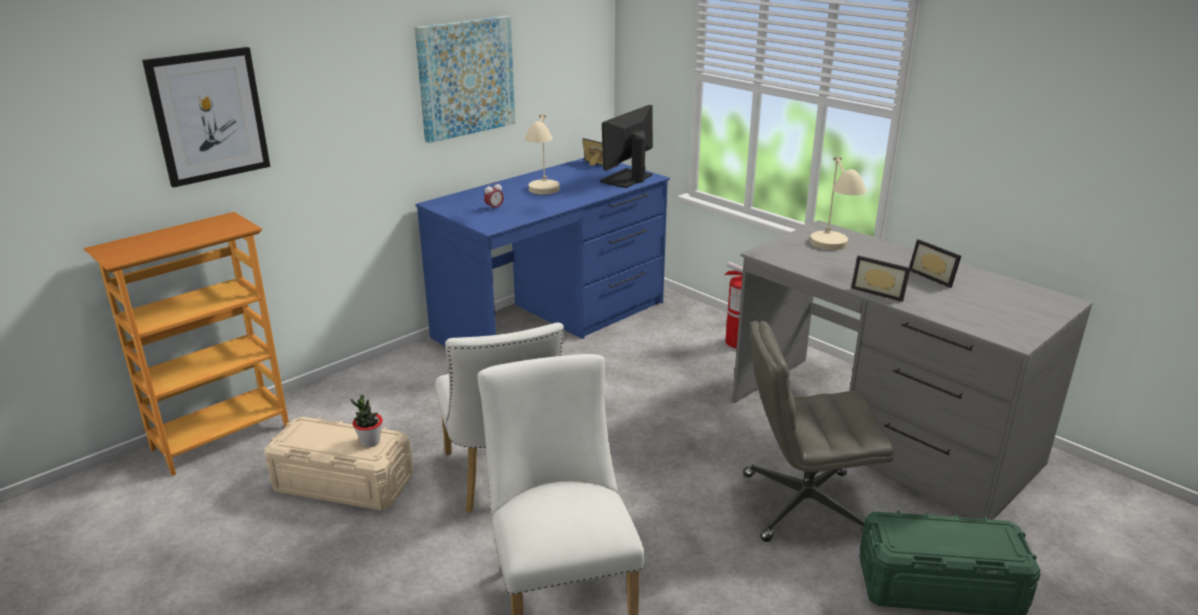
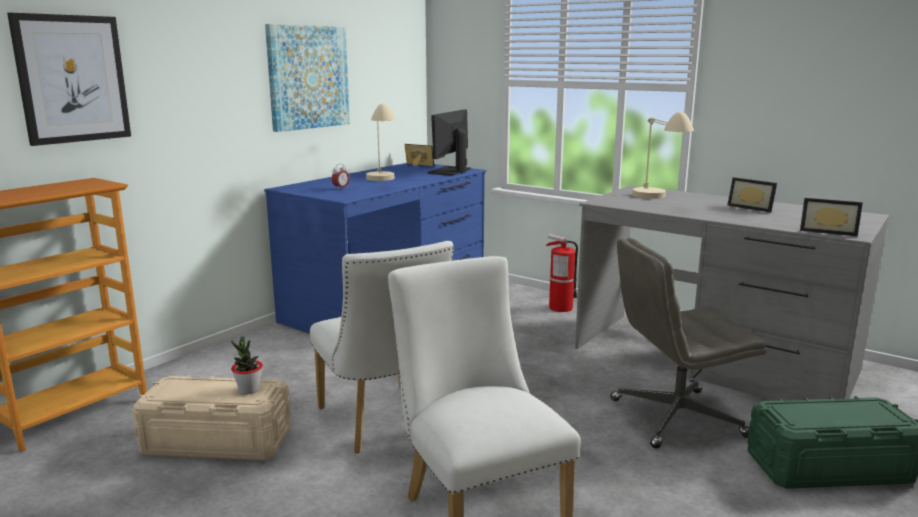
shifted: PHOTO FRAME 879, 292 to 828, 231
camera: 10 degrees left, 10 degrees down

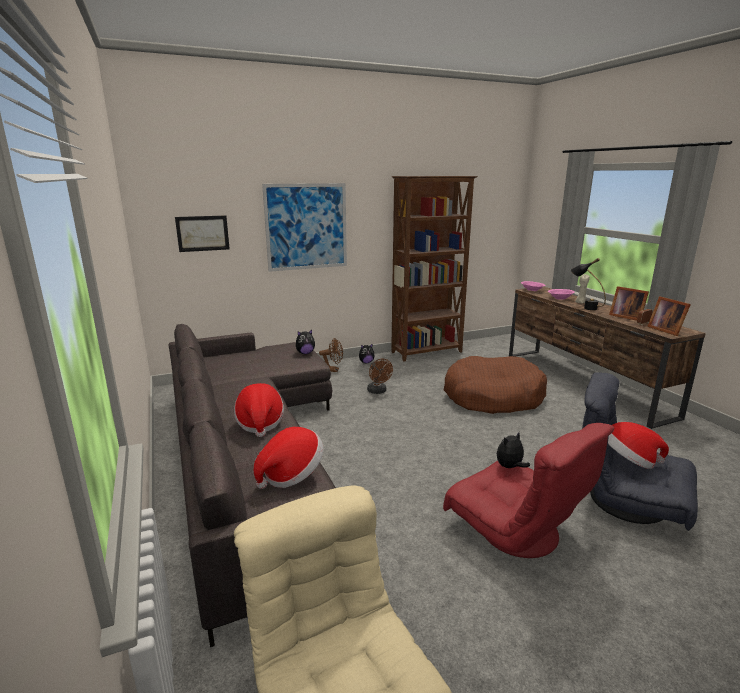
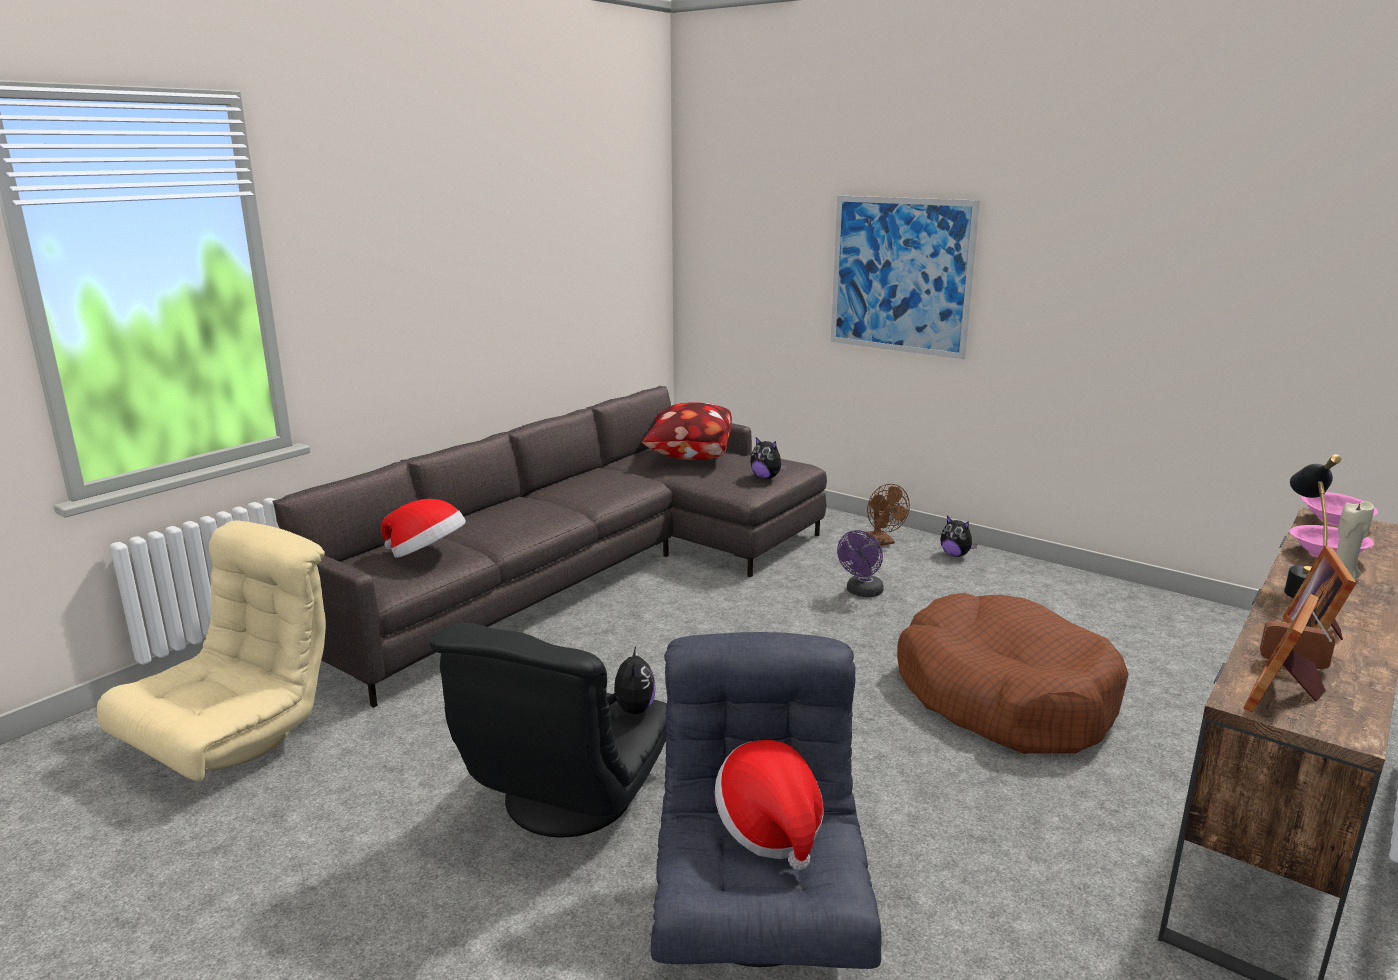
gone: WALL ART 202, 233; WEARABLE HAT 260, 423; BROWNISH SHELVING UNIT 427, 352
new: THROW PILLOW 688, 456
repainted: REDDISH LOUNGE CHAIR 516, 533 to BLACKISH LOUNGE CHAIR 566, 797; BROWNISH ELECTRIC FAN 378, 391 to PURPLE ELECTRIC FAN 862, 593
rotated: SOFT TOY 510, 467 = 632, 710 60 degrees clockwise
camera: 60 degrees right, 0 degrees up

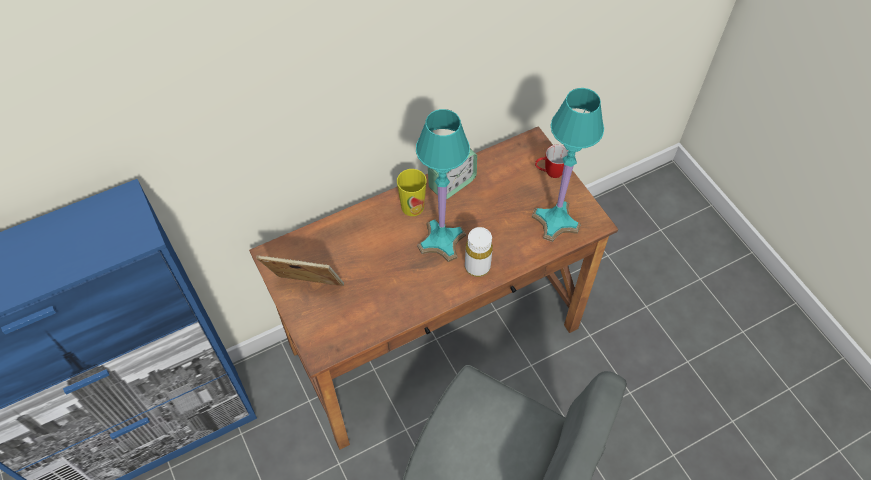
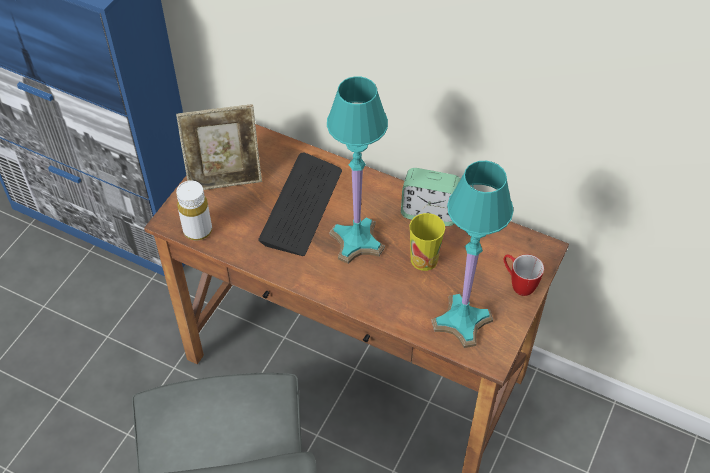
new: PC KEYBOARD 301, 206
shifted: WHITE BOTTLE 477, 266 to 197, 230; SMALL CUP 412, 206 to 424, 259
rotated: PHOTO FRAME 307, 290 = 224, 176 105 degrees clockwise
camera: 55 degrees right, 5 degrees down

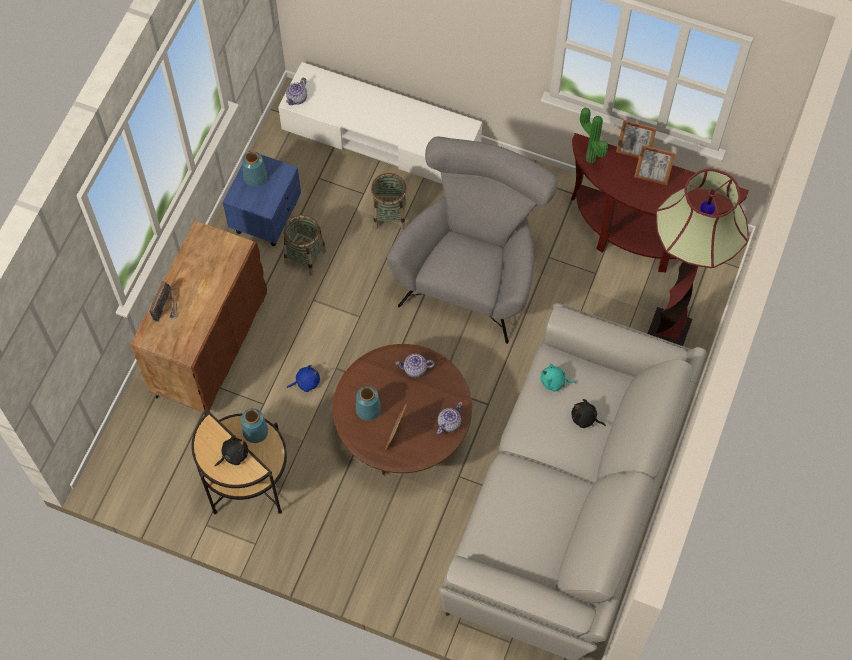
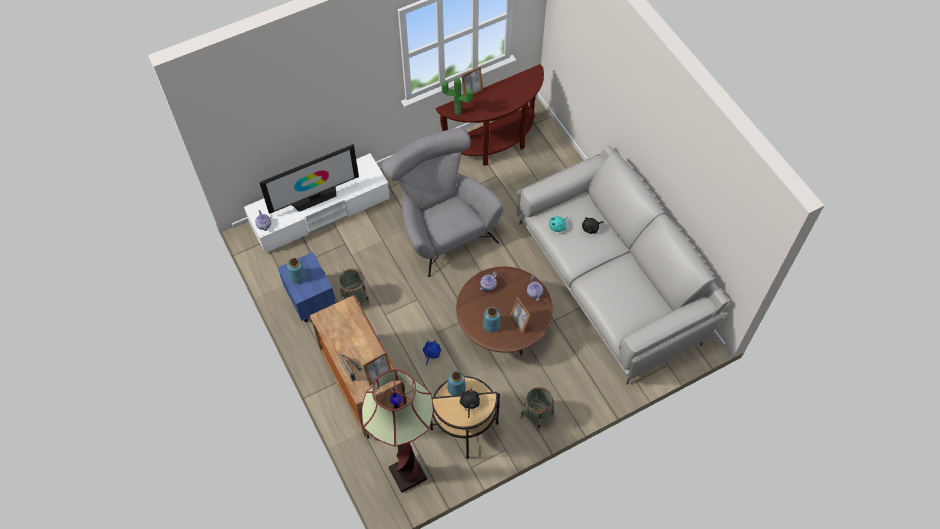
new: TV 314, 197
shifted: STANDARD LAMP 668, 331 to 407, 474; PHOTO FRAME 651, 177 to 379, 376; STORAGE BASKET 389, 216 to 536, 416
camera: 50 degrees left, 5 degrees down

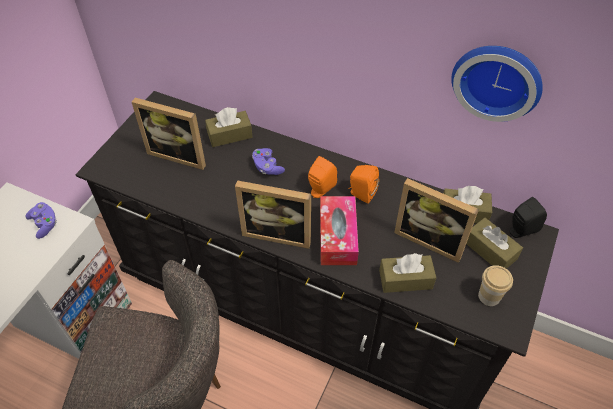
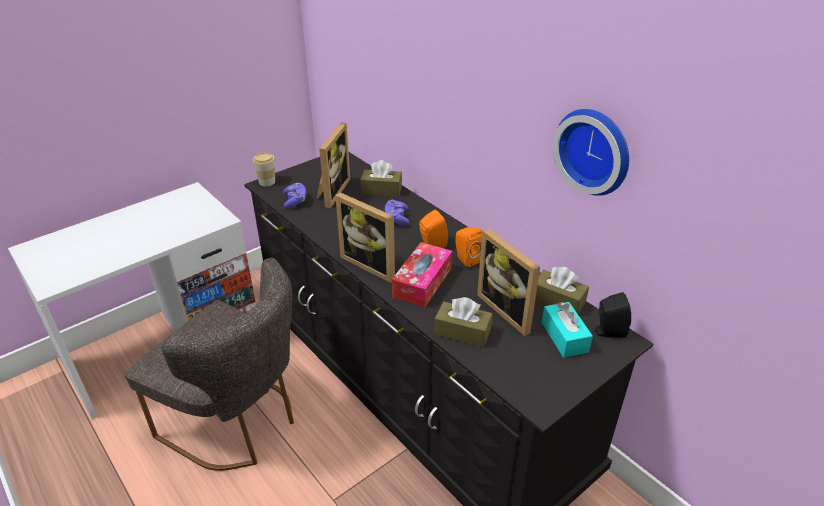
shifted: SMALL CUP 489, 296 to 267, 182; PURPLE GAMEPAD 44, 224 to 295, 201
repainted: BROWNISH BOX OF TISSUES 490, 250 to TURQUOISE BOX OF TISSUES 564, 337
rotated: PHOTO FRAME 179, 154 = 331, 192 120 degrees counterclockwise
camera: 25 degrees right, 15 degrees down

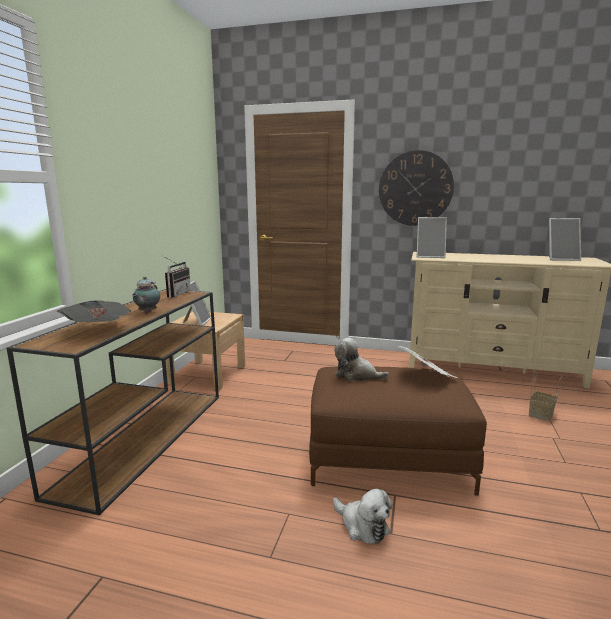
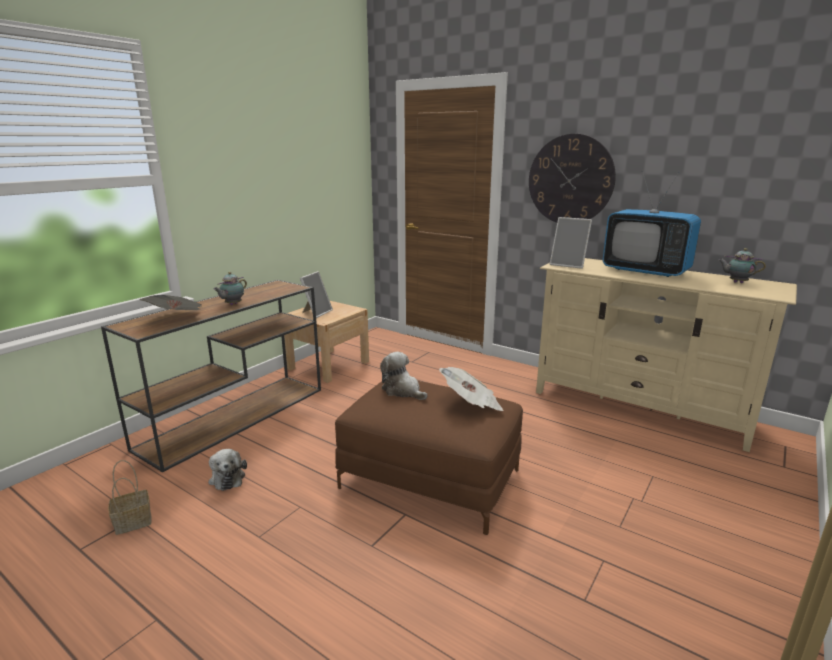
gone: RADIO RECEIVER 175, 294
new: TV 645, 271
shifted: STORAGE BASKET 541, 414 to 132, 523; SOFT TOY 362, 525 to 227, 477
swapped: PHOTO FRAME 561, 259 to POT FOR TEA 736, 282
camera: 20 degrees right, 5 degrees up

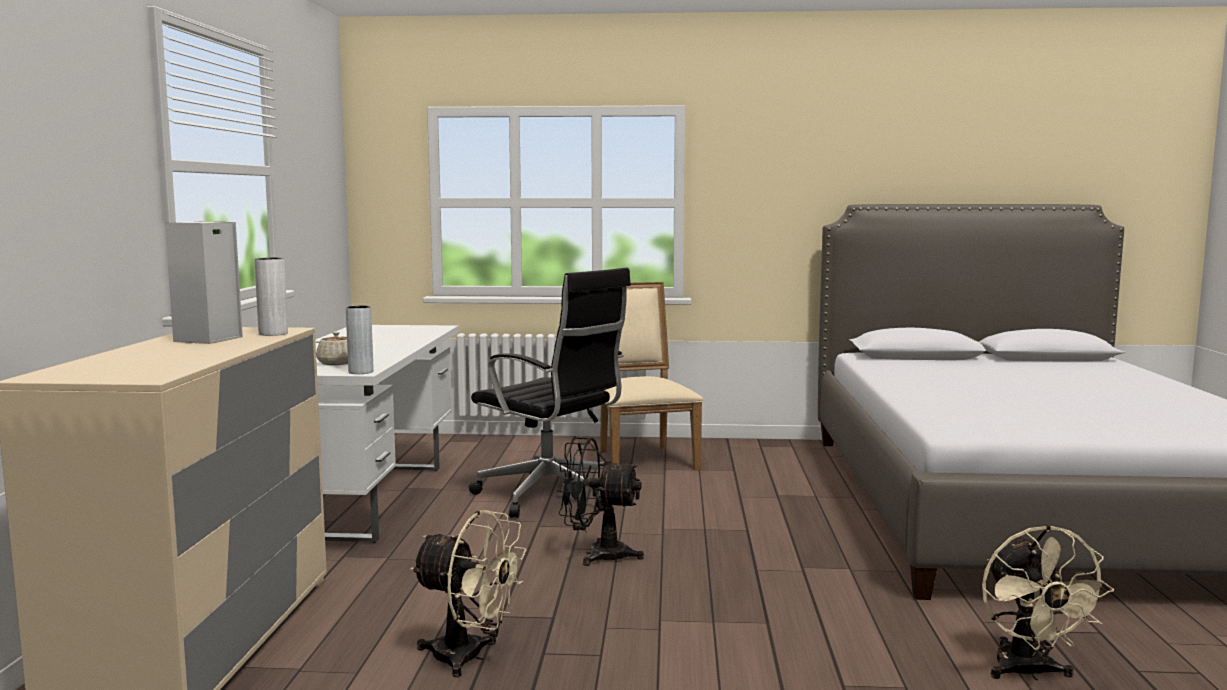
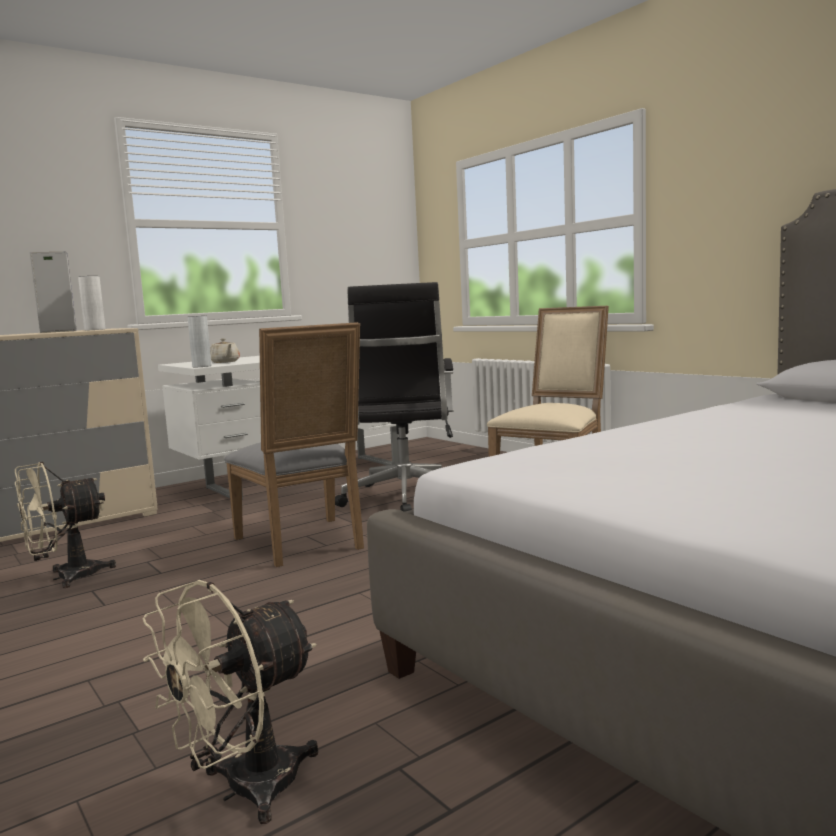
swapped: BLACKISH ELECTRIC FAN 597, 554 to GRAY CHAIR 304, 544
rotated: BEIGE-COLOURED ELECTRIC FAN 470, 657 = 66, 577 75 degrees clockwise
camera: 50 degrees right, 0 degrees up

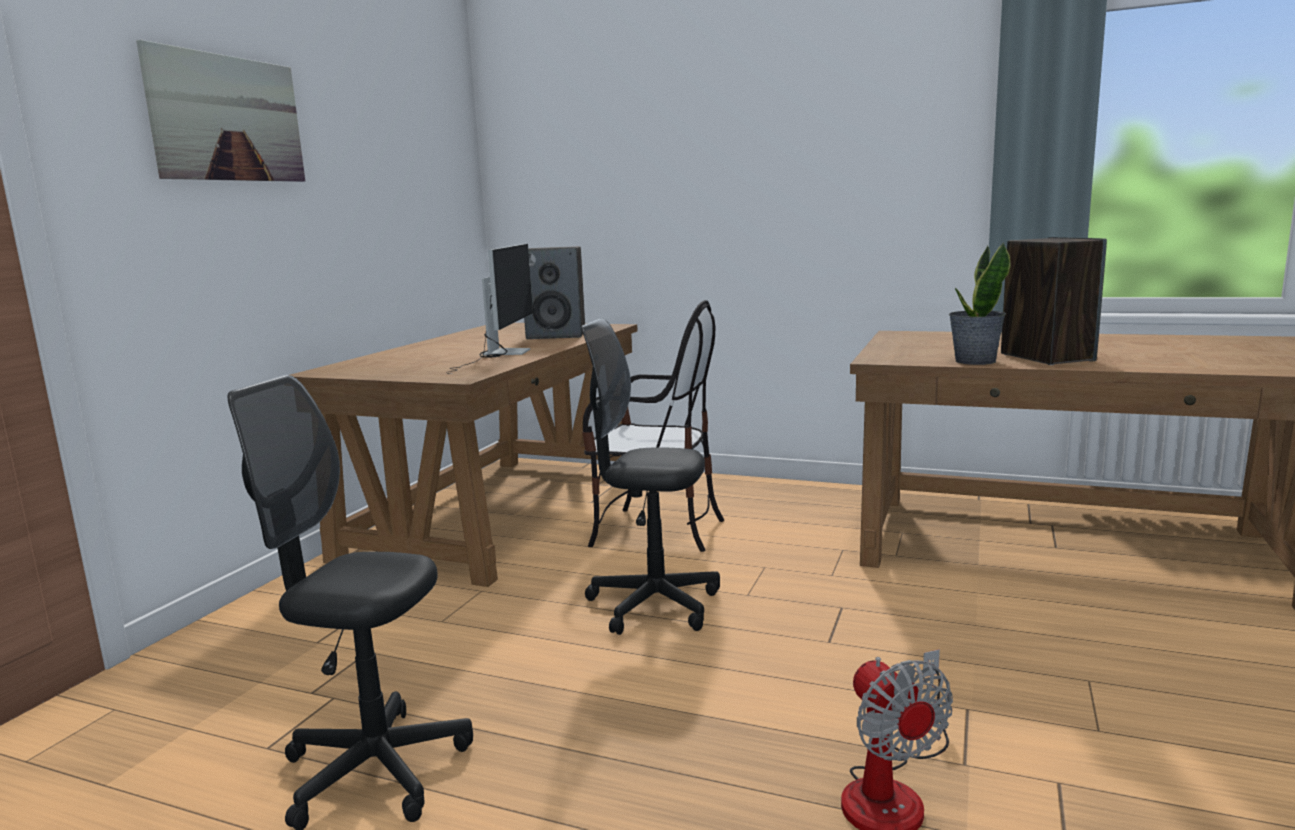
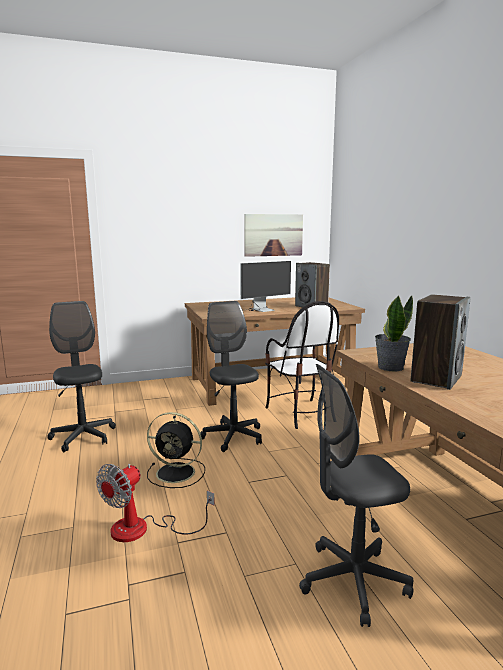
new: BLACKISH ELECTRIC FAN 177, 473; GRAY DESK CHAIR 353, 581
shifted: WALL ART 227, 118 to 273, 235
camera: 50 degrees right, 0 degrees up

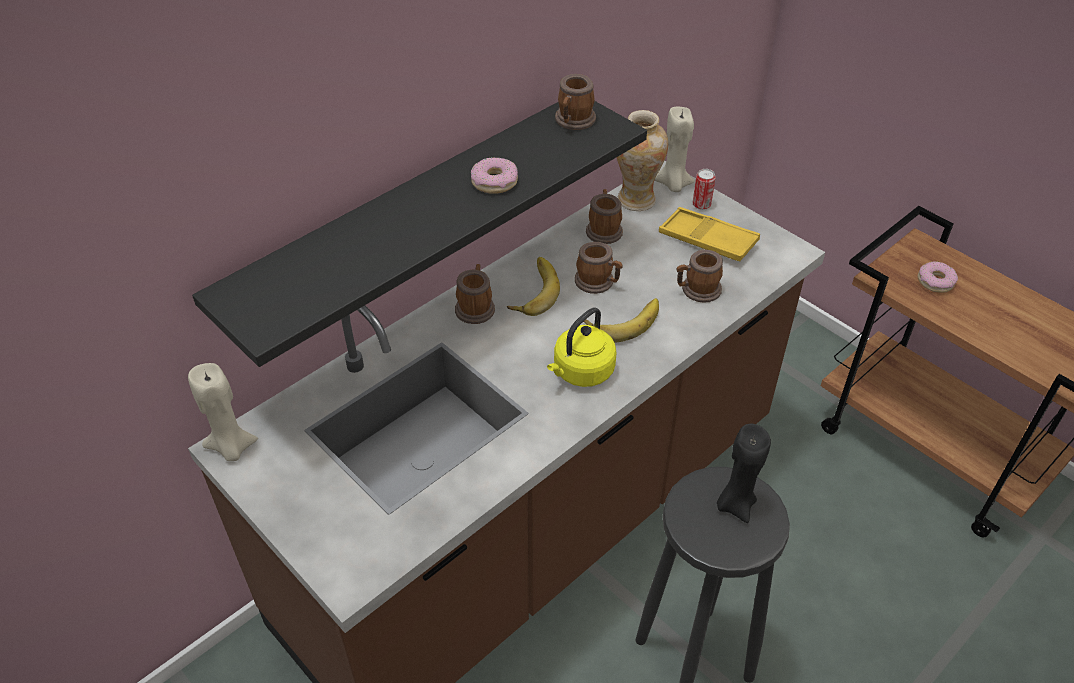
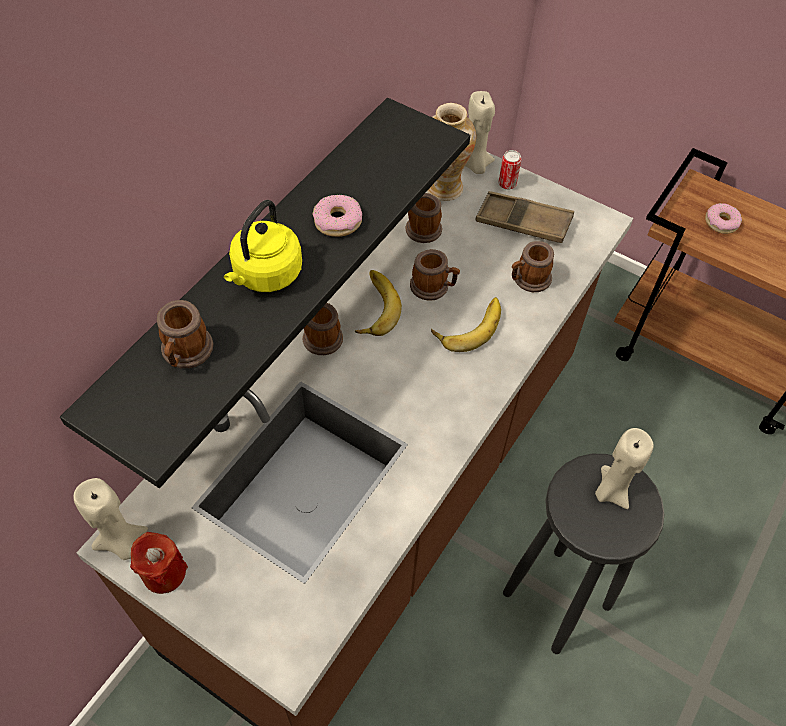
new: REDDISH CANDLE 164, 572
shifted: TEA MUG 573, 121 to 186, 353; YELLOWISH TEA KETTLE 581, 372 to 265, 275
repainted: YELLOWISH TRAY 707, 240 to BROWNISH TRAY 523, 222; BLACKISH CANDLE 735, 504 to BEIGE-COLOURED CANDLE 611, 491
camera: 15 degrees left, 10 degrees up

